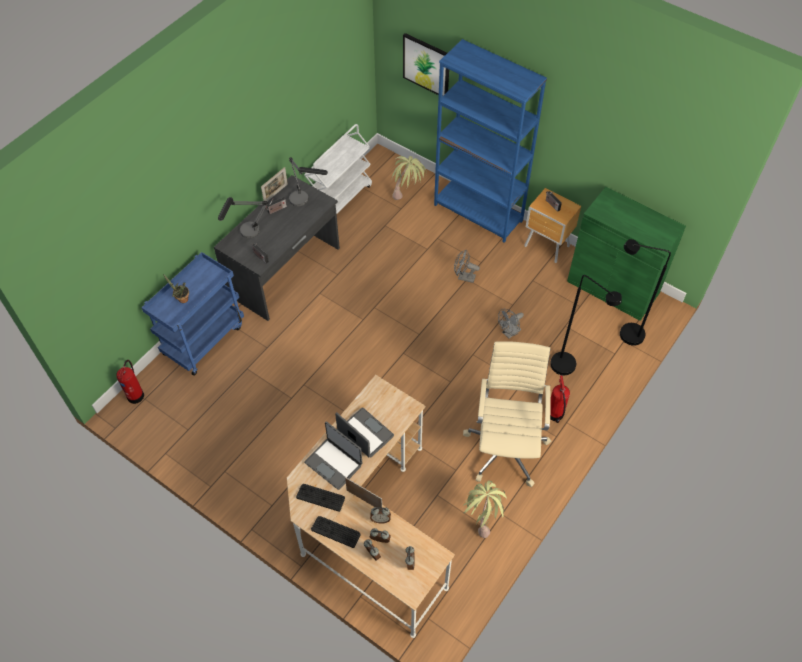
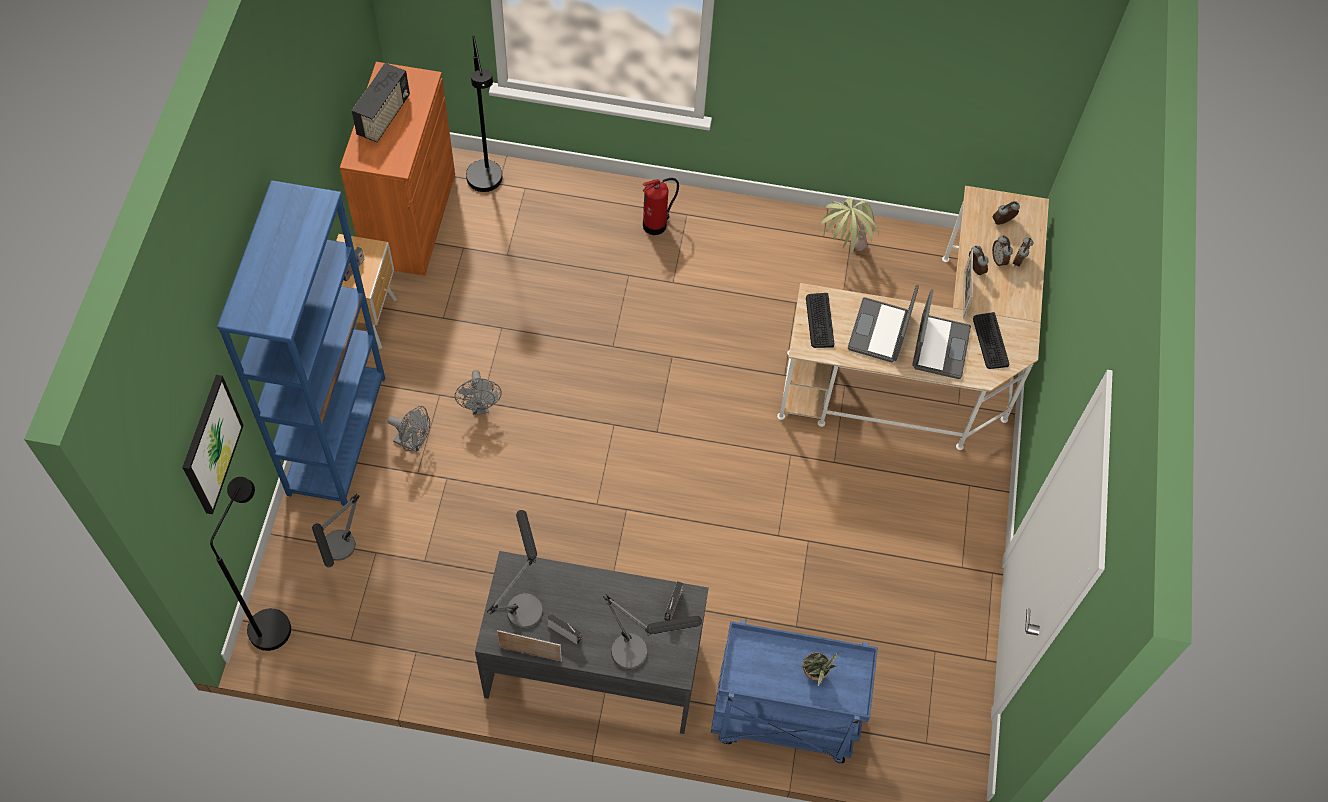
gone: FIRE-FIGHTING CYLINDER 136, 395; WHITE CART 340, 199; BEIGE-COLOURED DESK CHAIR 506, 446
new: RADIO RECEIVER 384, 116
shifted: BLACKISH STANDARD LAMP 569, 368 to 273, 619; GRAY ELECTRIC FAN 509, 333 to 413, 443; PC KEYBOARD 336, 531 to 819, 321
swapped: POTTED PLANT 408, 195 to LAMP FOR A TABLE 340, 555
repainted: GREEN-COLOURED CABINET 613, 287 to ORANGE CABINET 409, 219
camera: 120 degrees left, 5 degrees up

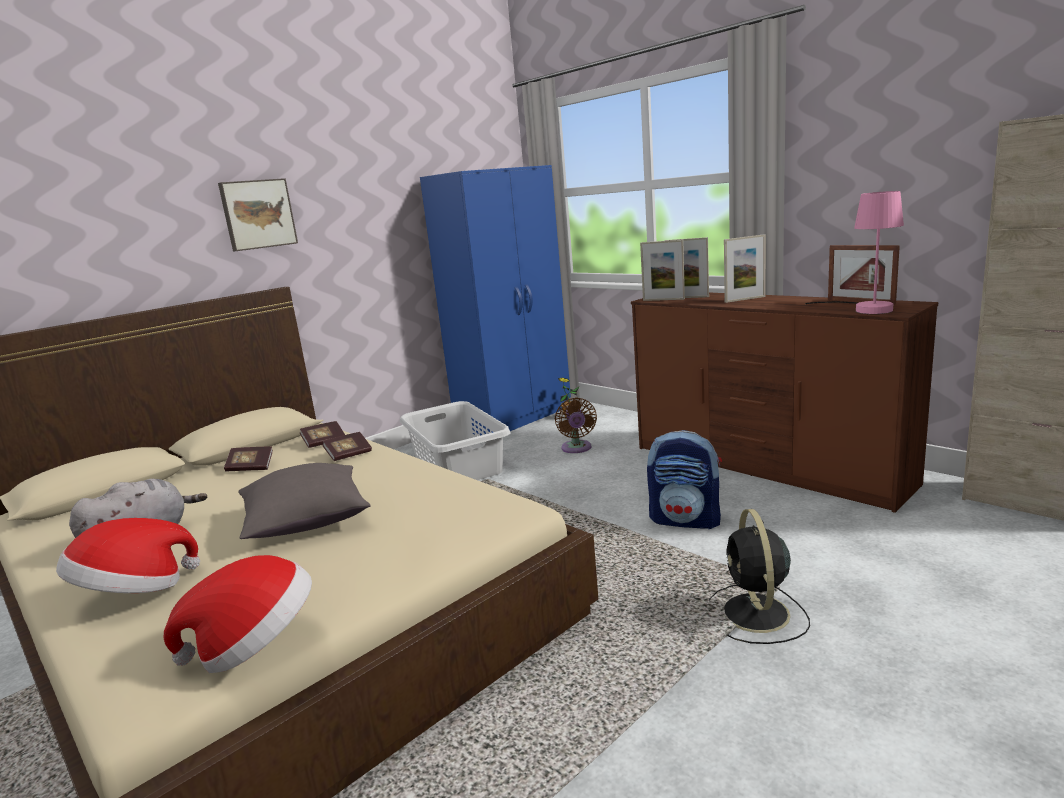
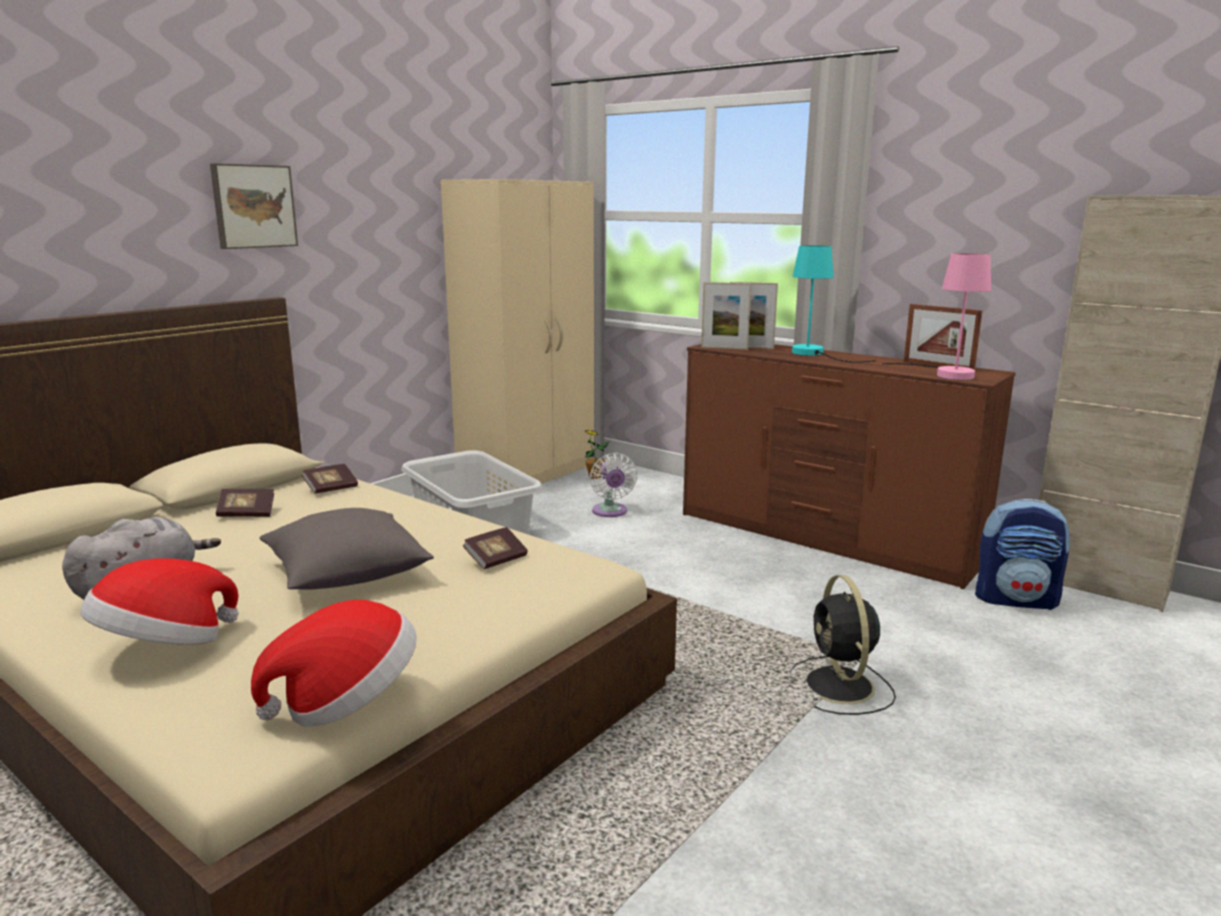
shifted: VOLUME 348, 455 to 496, 560; KNAPSACK 686, 520 to 1016, 599
swapped: PHOTO FRAME 745, 299 to TURQUOISE LAMP FOR A TABLE 815, 354
repainted: BLUISH WARDROBE 515, 417 to BEIGE-COLOURED WARDROBE 528, 474; BROWNISH ELECTRIC FAN 576, 448 to WHITE ELECTRIC FAN 610, 512
camera: 10 degrees left, 0 degrees up

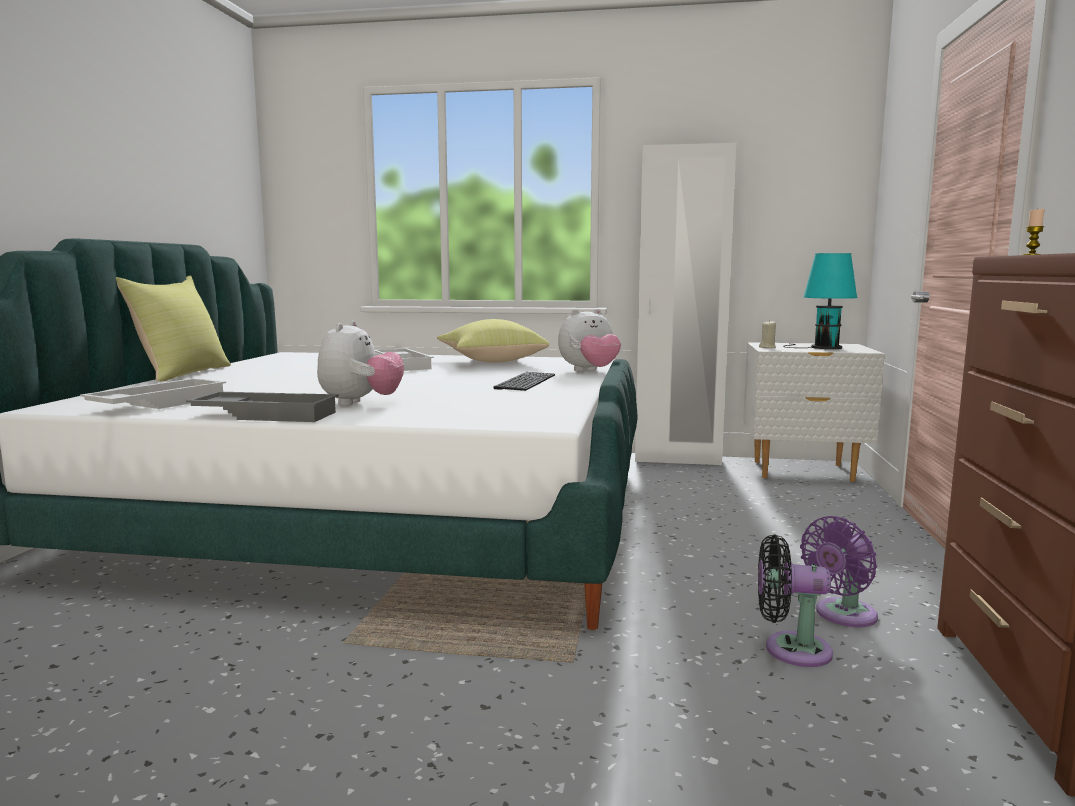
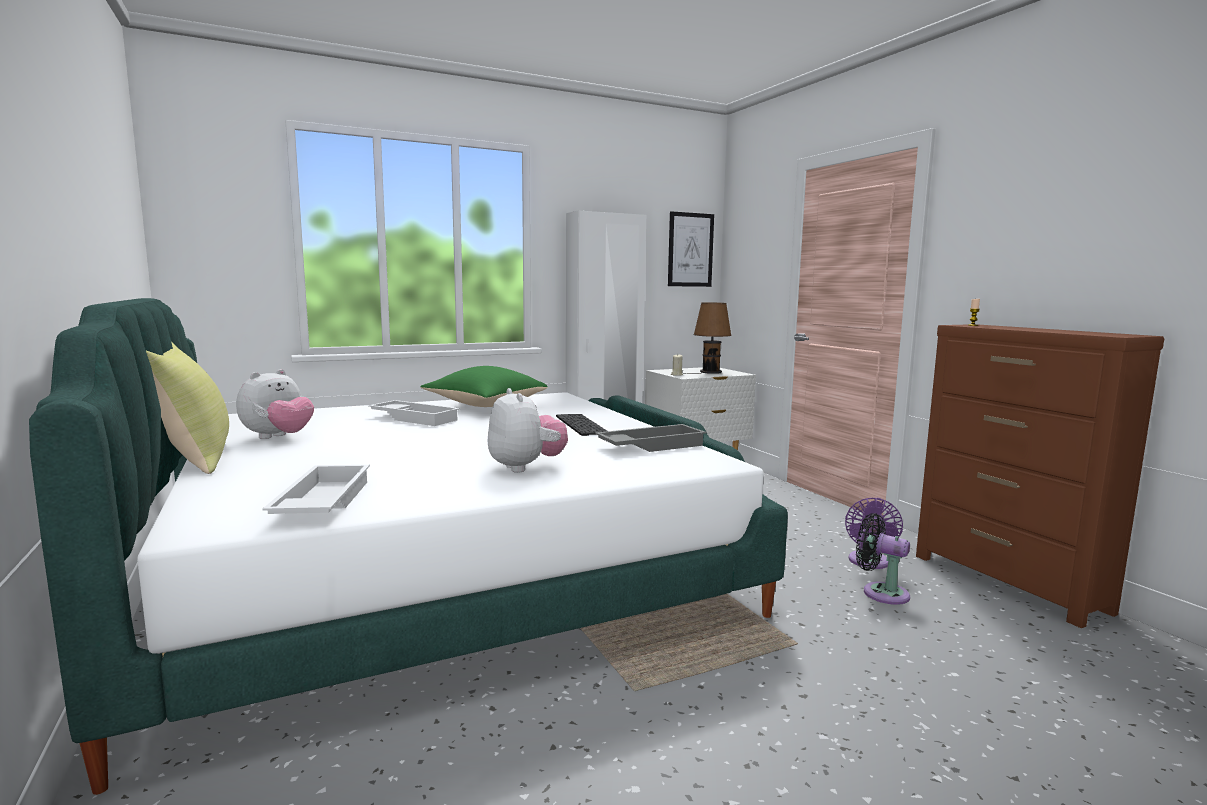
new: WALL ART 690, 250
shifted: SOFT TOY 589, 371 to 278, 437; GRAY TRAY 267, 415 to 651, 445
repainted: YELLOWISH THROW PILLOW 490, 362 to GREEN-COLOURED THROW PILLOW 483, 406; TURQUOISE LAMP FOR A TABLE 822, 347 to BROWNISH LAMP FOR A TABLE 708, 372
rotated: BLACKISH ELECTRIC FAN 790, 649 = 880, 592 60 degrees clockwise
camera: 35 degrees left, 0 degrees up

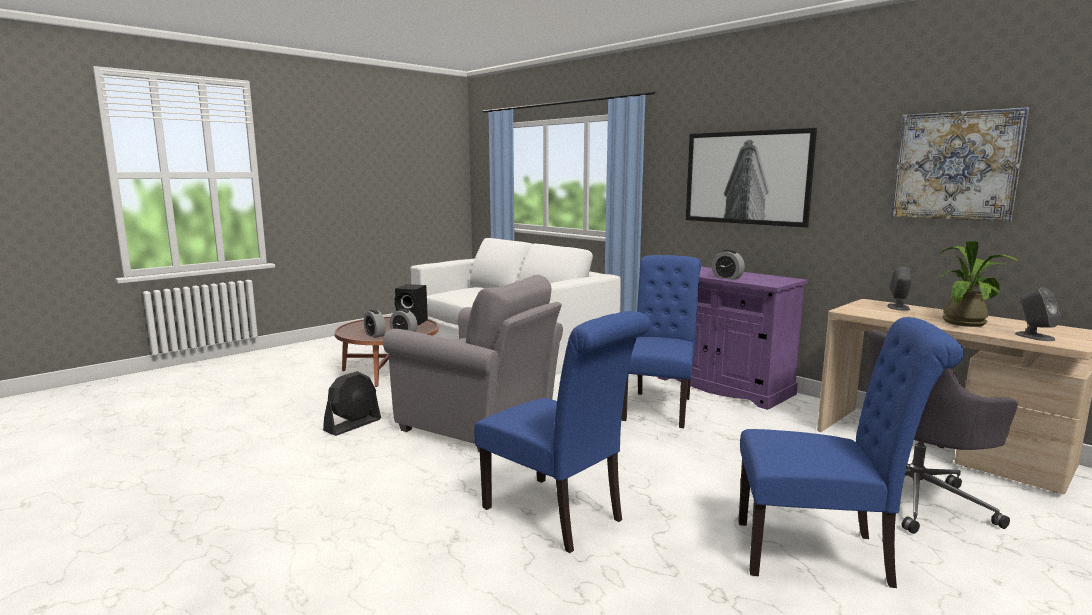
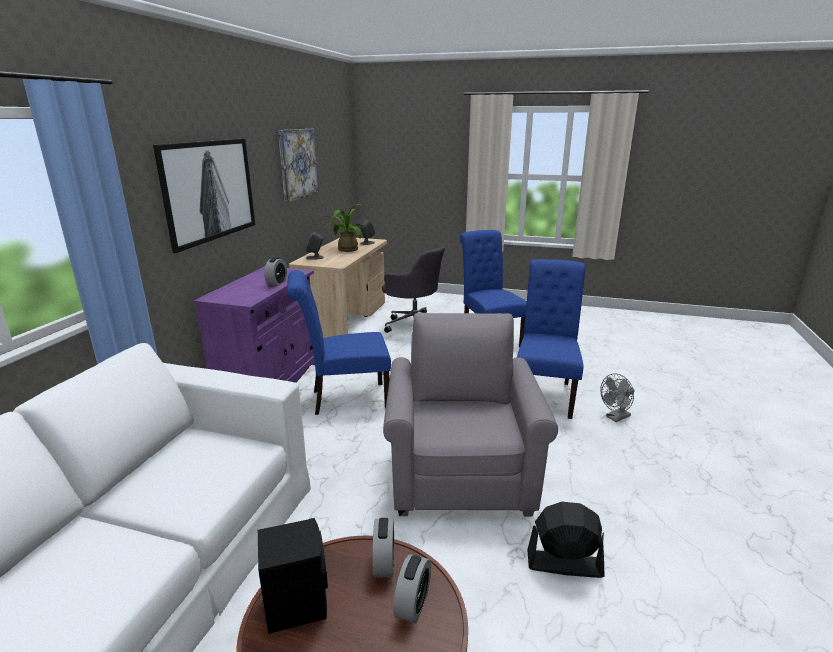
new: GRAY ELECTRIC FAN 615, 418
camera: 120 degrees left, 10 degrees up

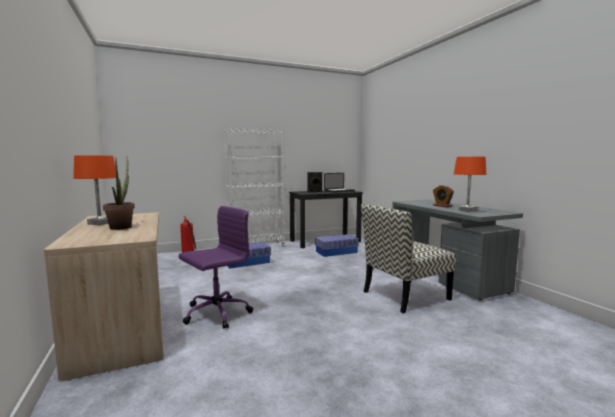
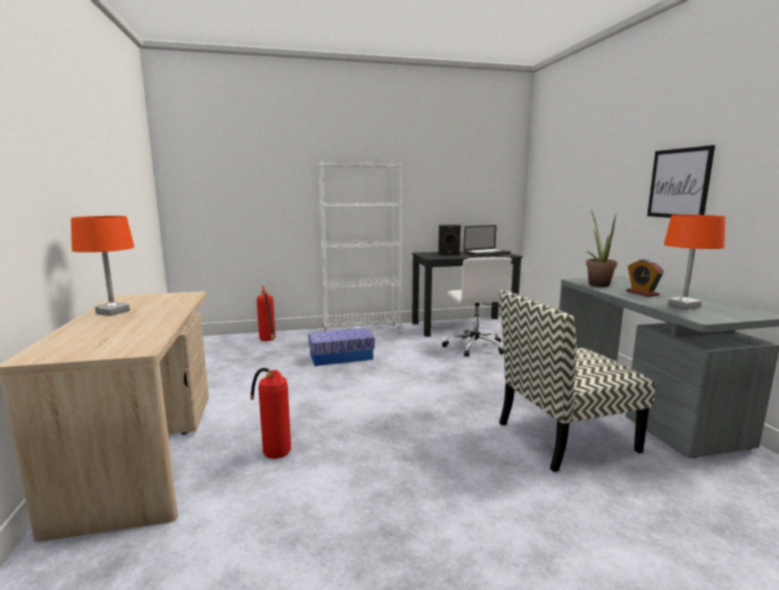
new: WALL ART 679, 183
shifted: POTTED PLANT 122, 226 to 597, 283
swapped: PURPLE DESK CHAIR 215, 313 to FIRE-FIGHTING CYLINDER 272, 444; STORAGE CONTAINER 336, 252 to WHITE DESK CHAIR 474, 346
camera: 10 degrees right, 5 degrees up

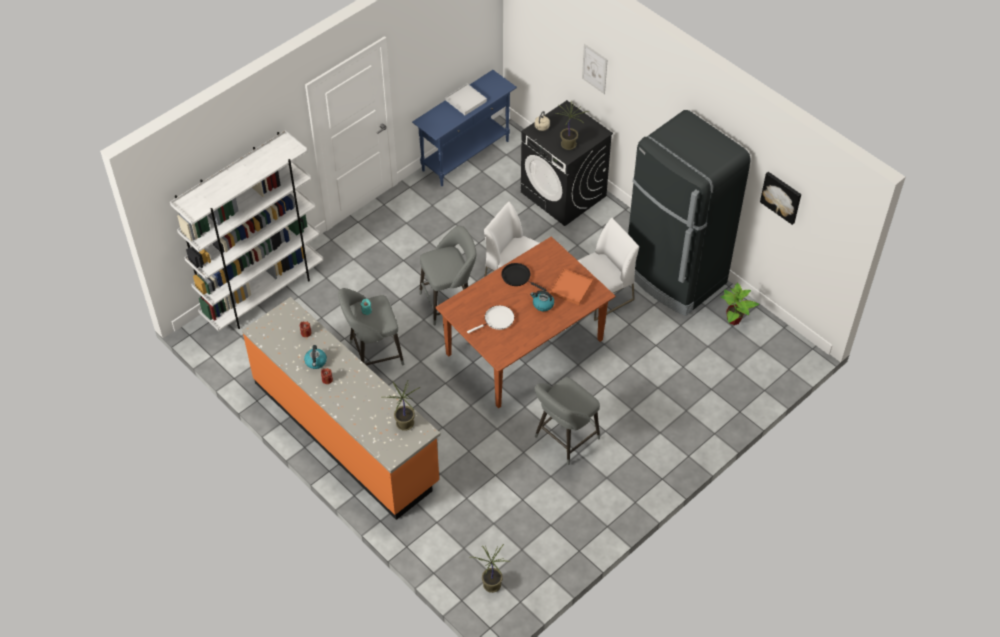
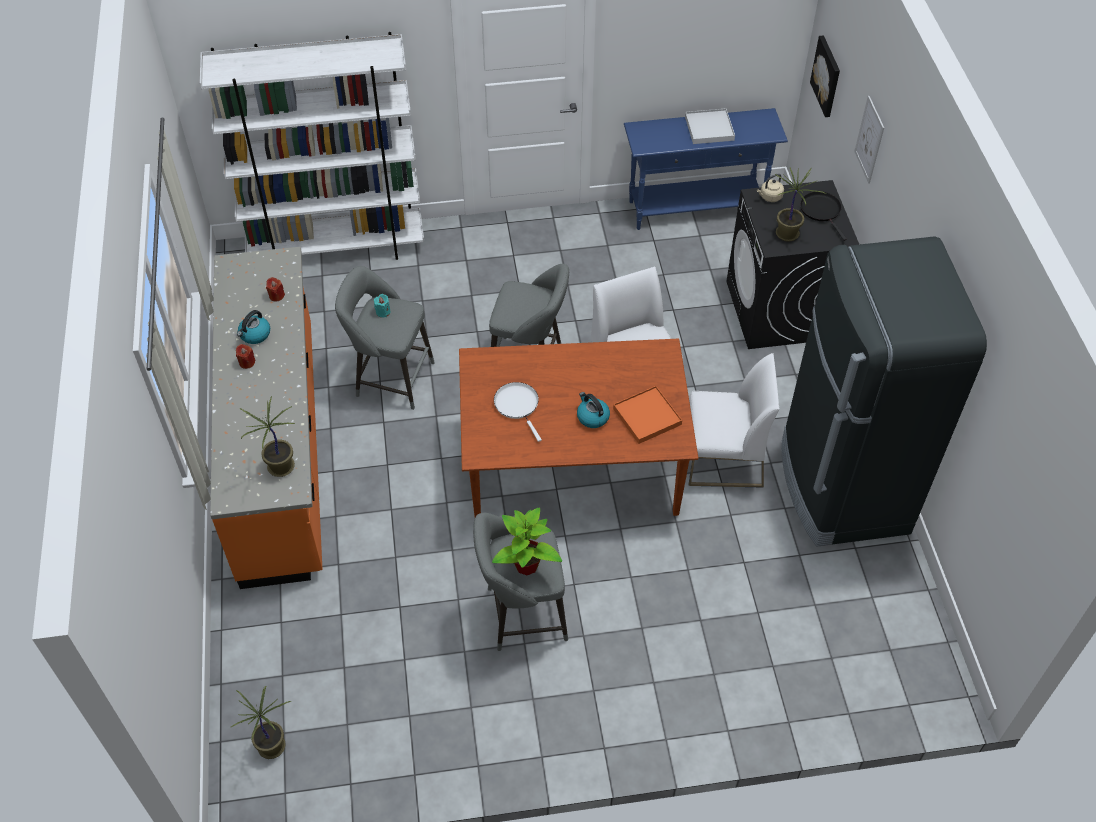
shifted: POTTED PLANT 734, 320 to 526, 566; BLACKISH SKILLET 518, 277 to 822, 211; WALL ART 781, 197 to 827, 76
rotated: WHITE SKILLET 497, 320 = 518, 405 120 degrees counterclockwise
camera: 35 degrees right, 0 degrees up

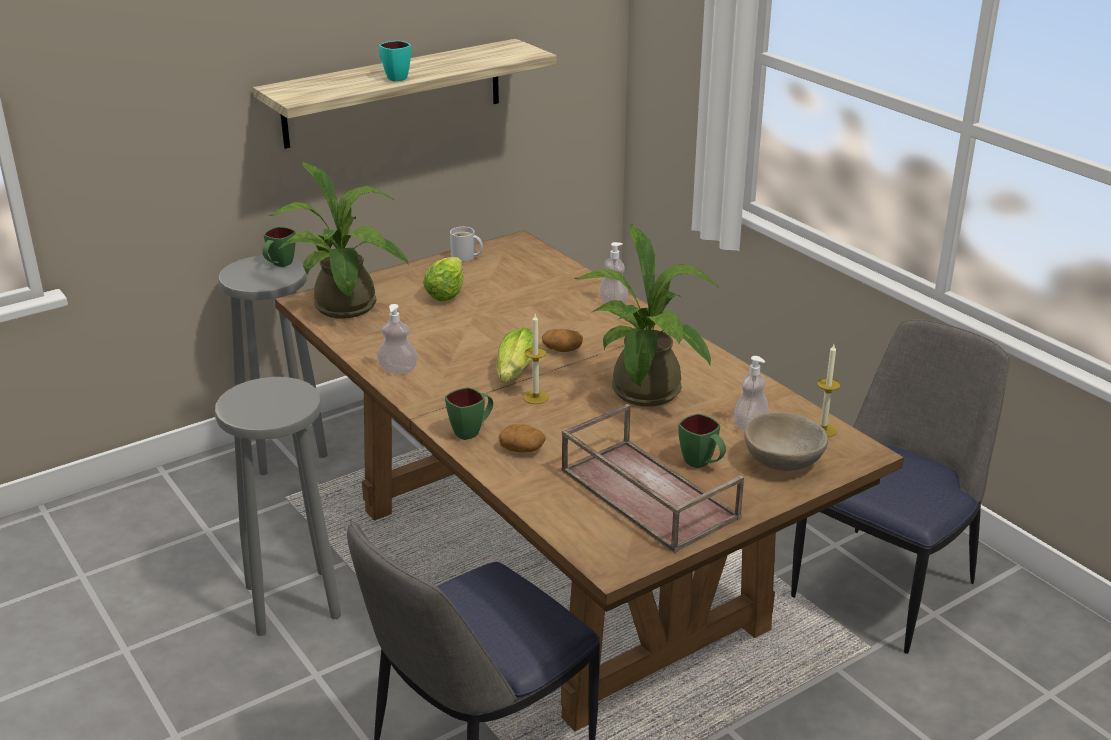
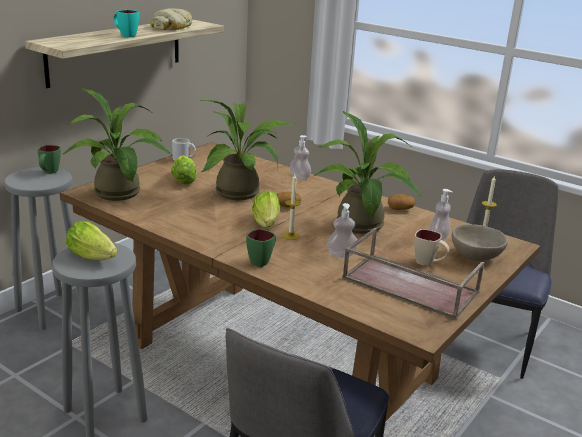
new: LETTUCE HEAD 94, 257; BREAD 173, 27; POTTED PLANT 243, 193
shifted: LIQUID SOAP BOTTLE 398, 369 to 341, 255; WHOLE POTATO 522, 449 to 400, 209
repainted: GREEN-COLOURED TEA MUG 702, 464 to BEIGE-COLOURED TEA MUG 428, 263
camera: 20 degrees left, 5 degrees down

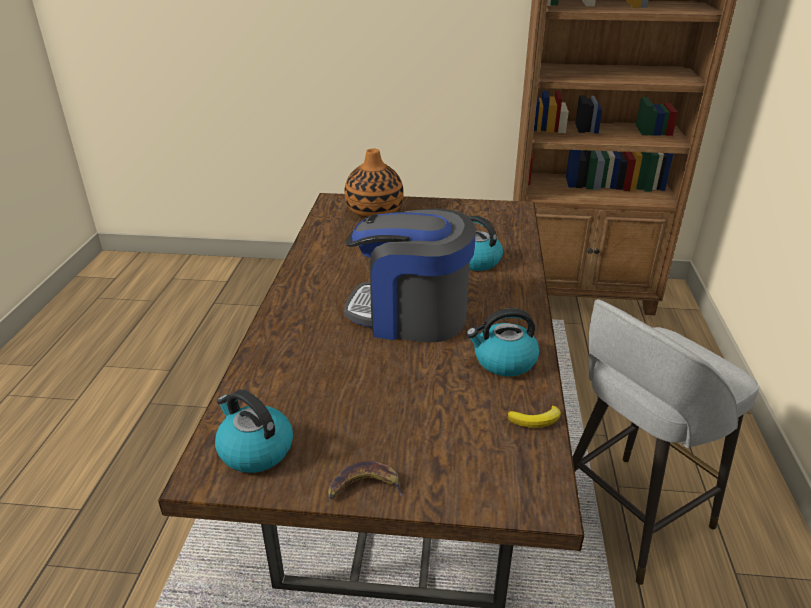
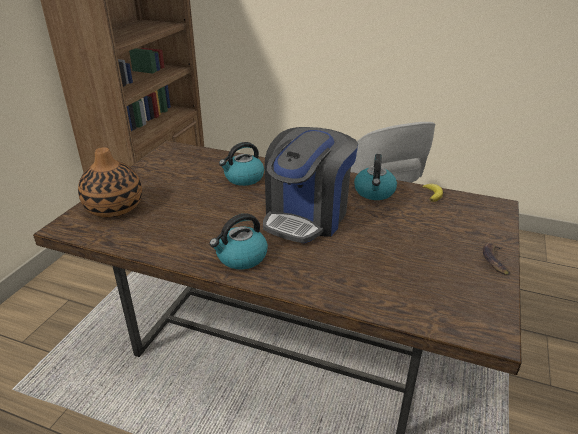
shifted: TEA KETTLE 254, 450 to 241, 257
camera: 75 degrees left, 0 degrees up

